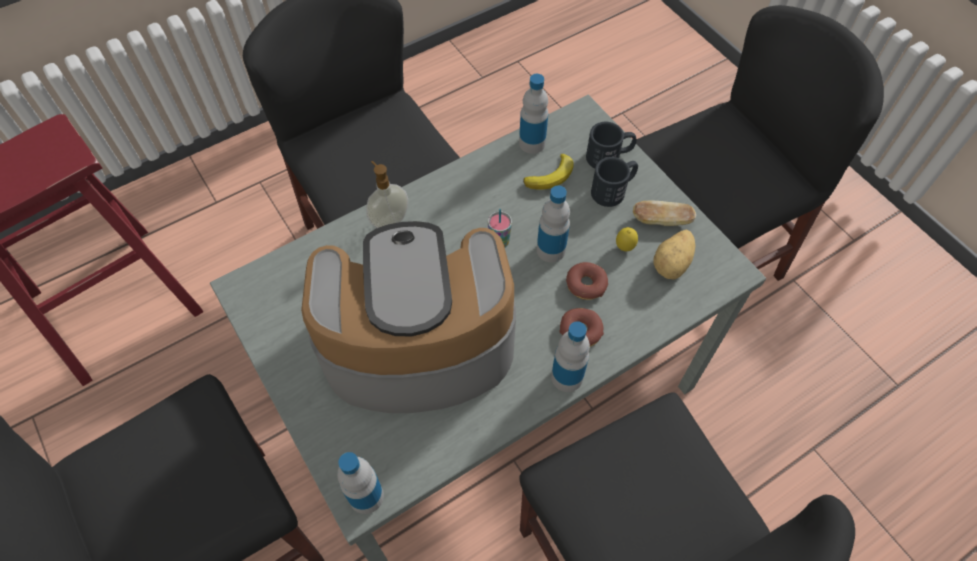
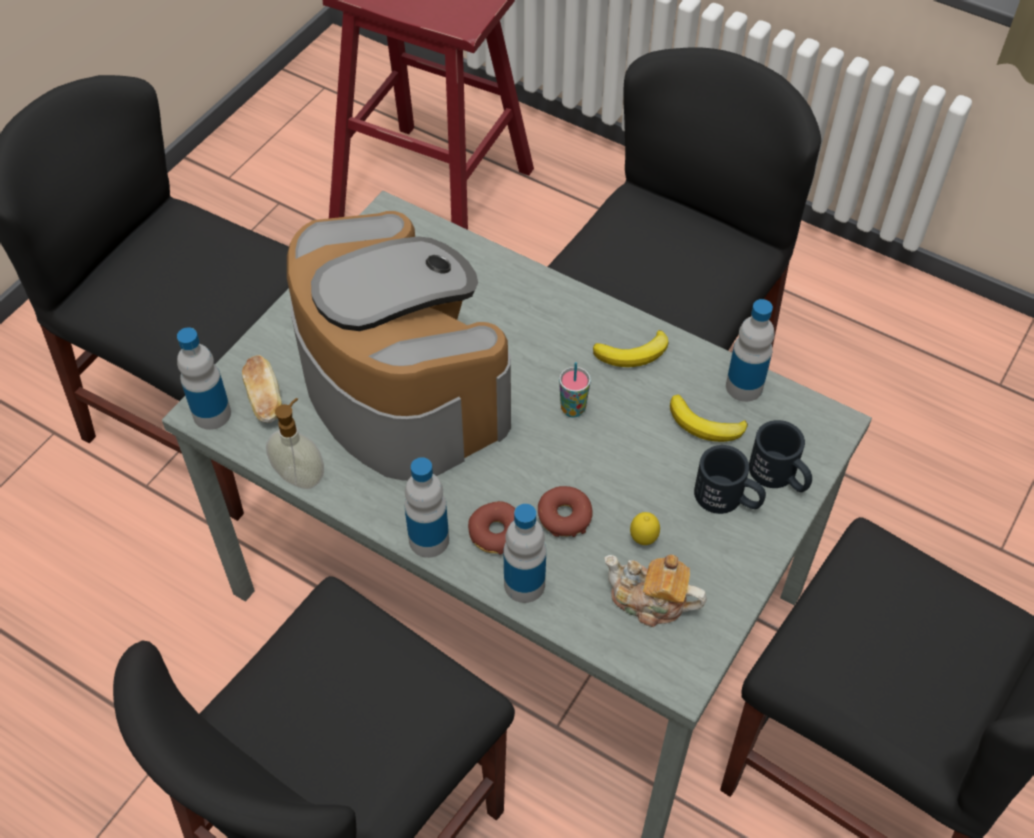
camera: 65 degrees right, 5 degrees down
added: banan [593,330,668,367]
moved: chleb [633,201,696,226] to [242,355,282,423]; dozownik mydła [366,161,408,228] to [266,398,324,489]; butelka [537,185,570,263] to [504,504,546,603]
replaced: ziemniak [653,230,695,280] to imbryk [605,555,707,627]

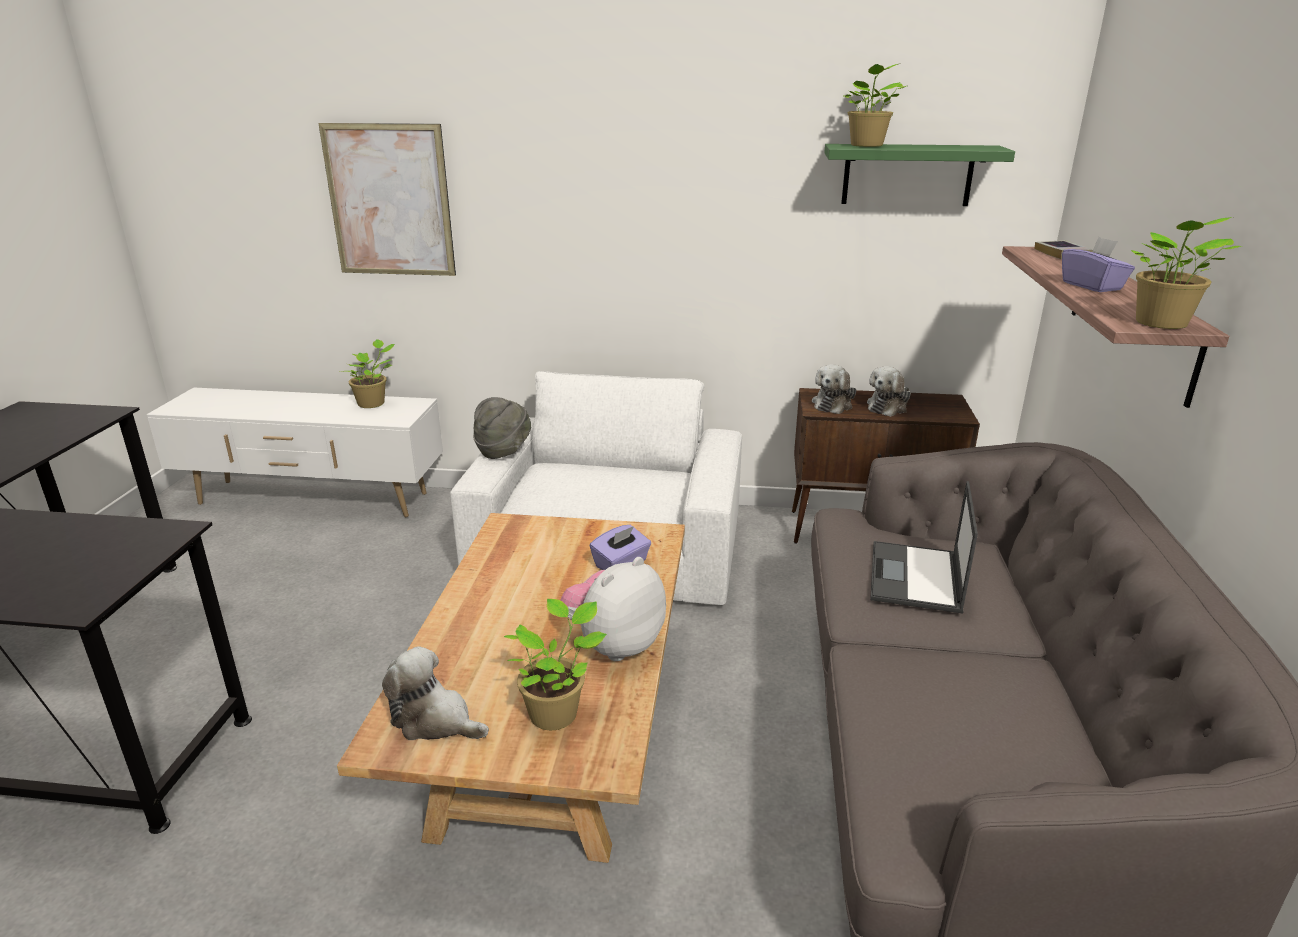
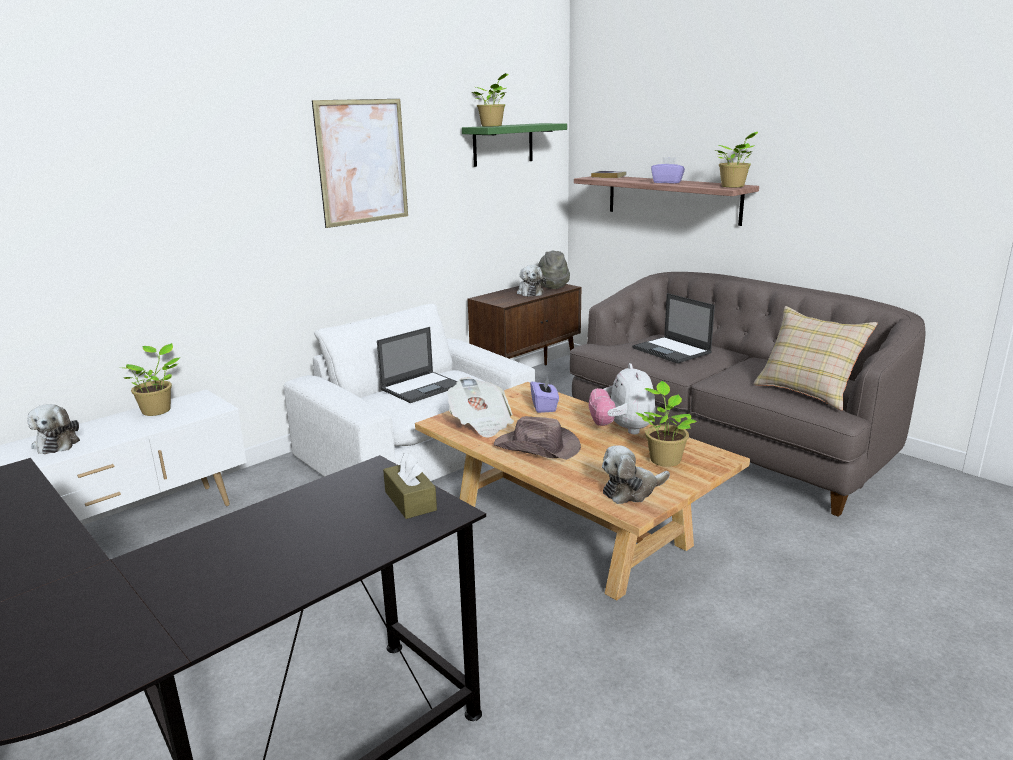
camera: 50 degrees left, 5 degrees down
added: laptop [377,327,457,403]; pudełko chusteczek [brązowy] [383,453,437,519]; gazeta [447,377,514,438]; kapelusz [brązowy] [494,416,581,460]; poduszka [beżowy] [754,306,878,410]
moved: pluszak [812,364,856,414] to [27,404,80,454]; obraz [318,123,456,276] to [312,99,408,228]; kapelusz [szary] [473,397,531,459] to [538,250,570,289]

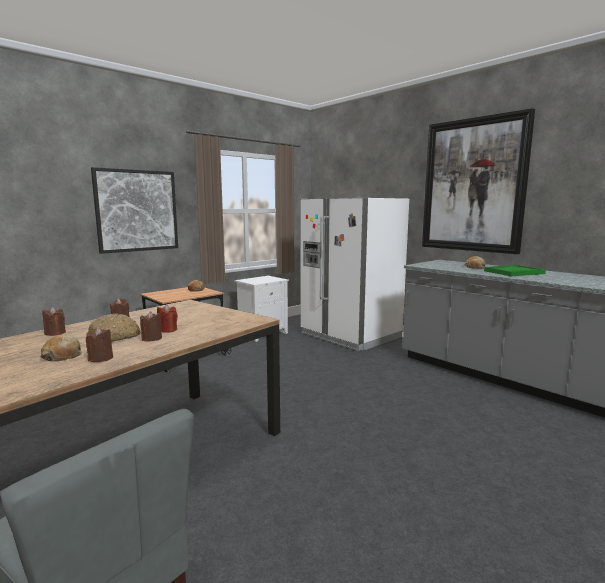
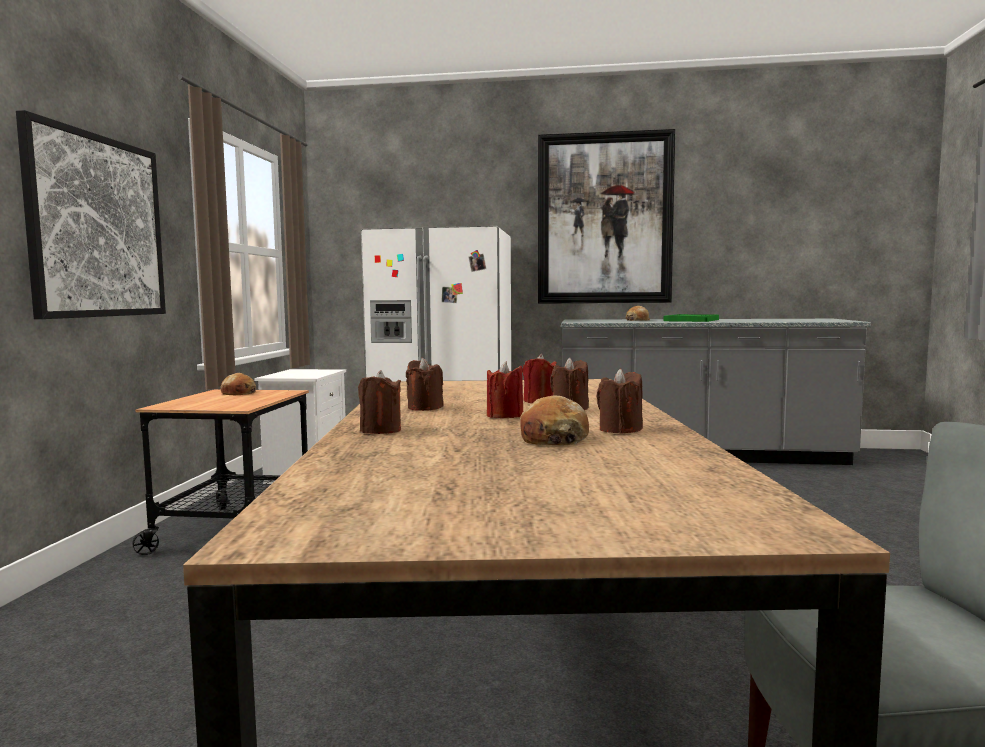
camera: 40 degrees left, 5 degrees down
replaced: chleb [88,313,141,342] to świeca [czerwony] [487,362,523,418]

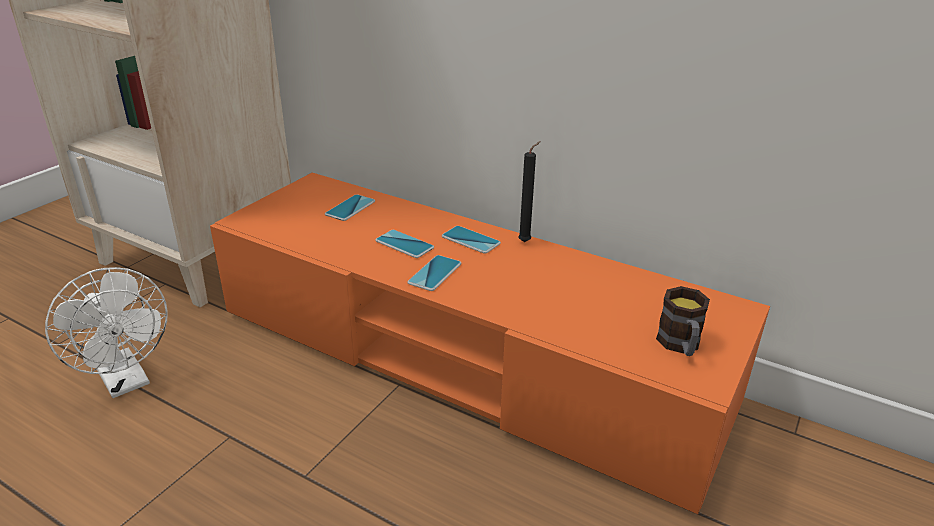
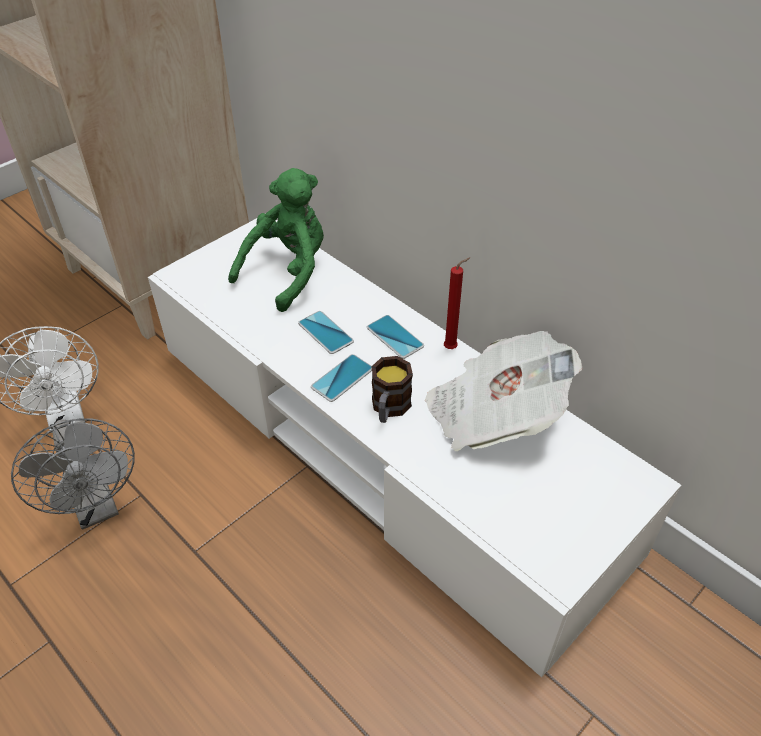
camera: 15 degrees right, 15 degrees up
added: wentylator [szary] [11,418,135,530]; gazeta [425,331,582,451]
moved: kubek [656,286,710,356] to [371,356,413,423]
replaced: telefon [325,194,375,221] to pluszak [zielony] [228,168,324,312]
recoloured: szafka pod telewizor [pomarańczowy] [210,173,770,514] to szafka pod telewizor [biały] [148,218,681,677]; świeca [czarny] [518,141,541,242] to świeca [czerwony] [444,257,470,349]

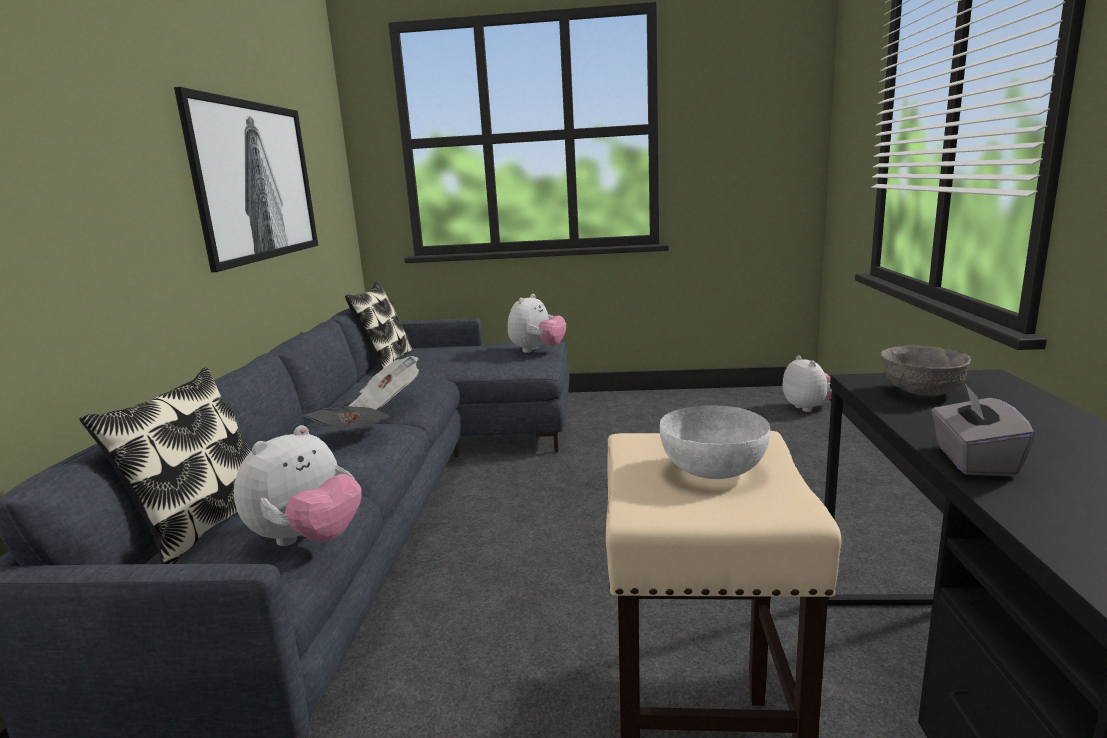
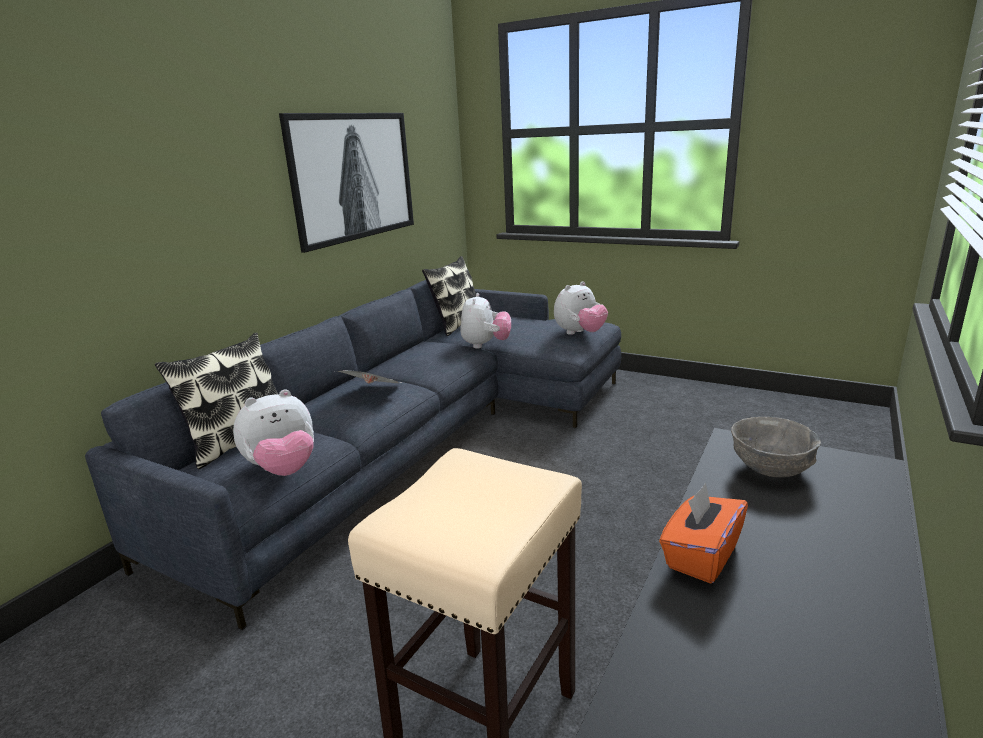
camera: 25 degrees right, 5 degrees up
removed: gazeta [348,356,419,410]; miska [biały] [660,405,770,479]
moved: pluszak [782,355,832,412] to [460,293,511,349]
recoloured: pudełko chusteczek [szary] [931,384,1035,476] to pudełko chusteczek [pomarańczowy] [659,483,748,584]

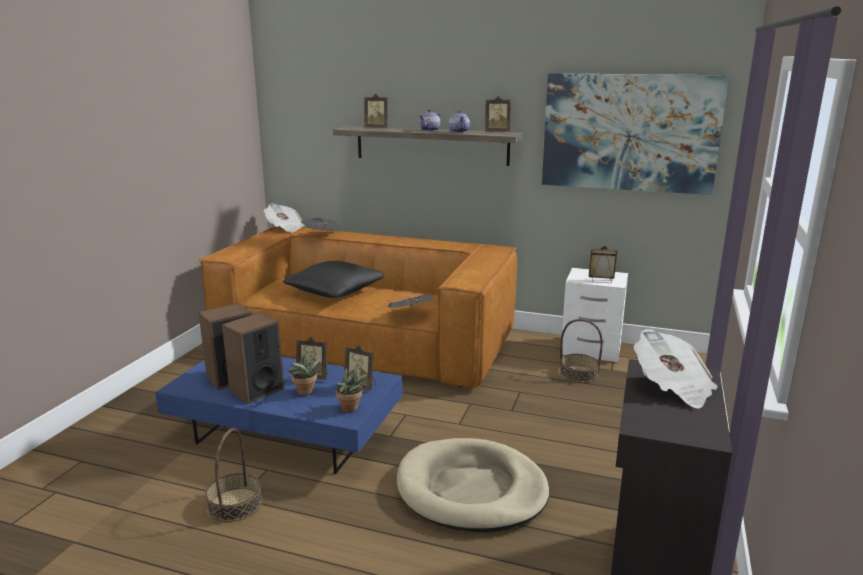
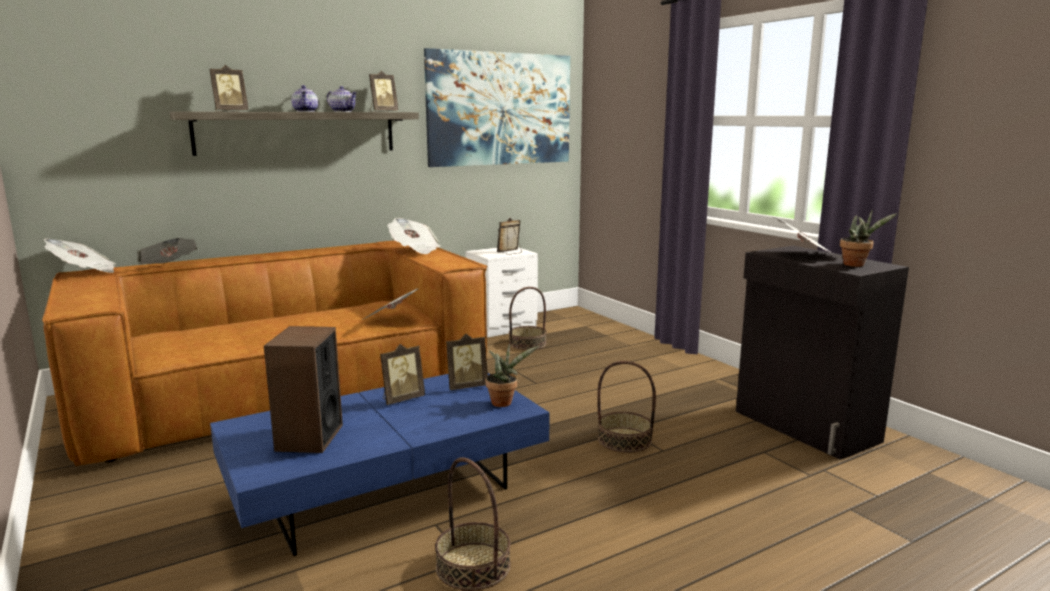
camera: 50 degrees left, 5 degrees down
removed: głośnik [222,312,284,404]; poduszka [czarny] [283,261,384,298]
added: gazeta [387,218,441,254]
moved: roślina doniczkowa [288,354,322,396] to [840,209,897,267]
replaced: legowisko [beżowy] [397,438,550,532] to koszyk [597,361,656,453]

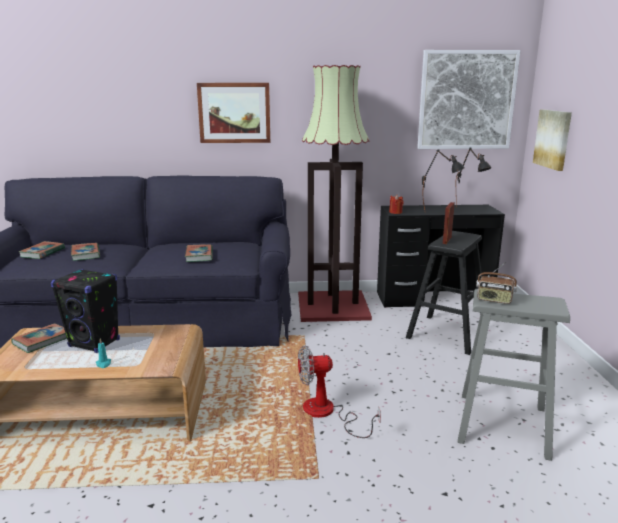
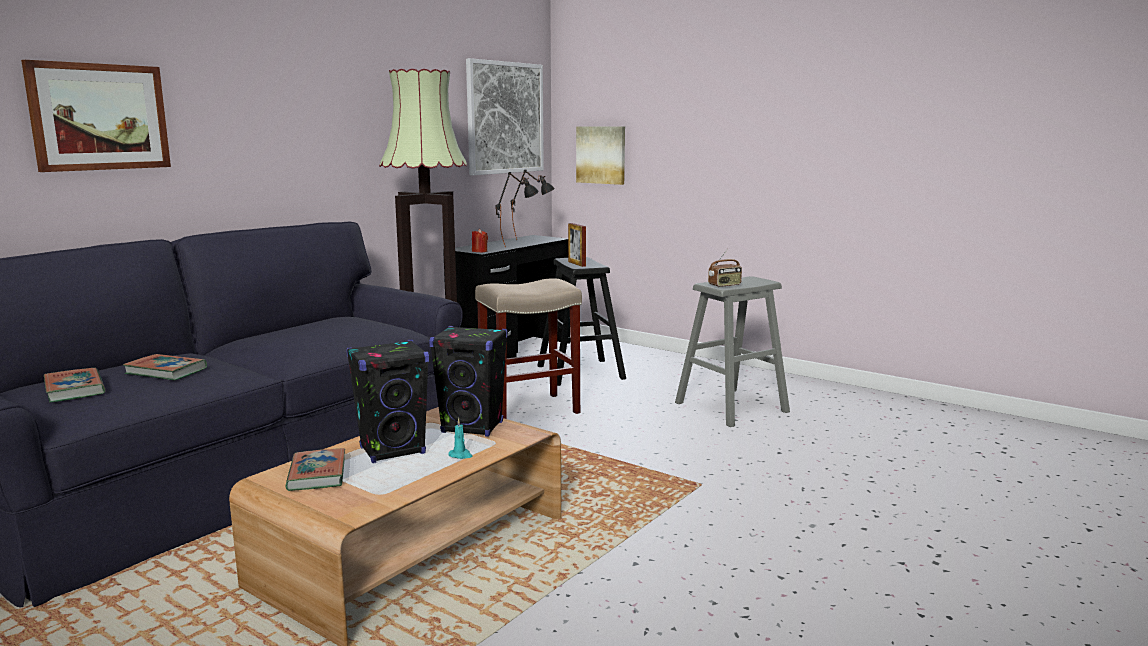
camera: 50 degrees left, 5 degrees down
removed: książka [185,244,213,262]; wentylator [298,345,381,438]
added: głośnik [czarny] [429,326,508,437]; stołek [beżowy] [475,278,582,419]
moved: obraz [197,83,270,143] to [21,60,171,172]

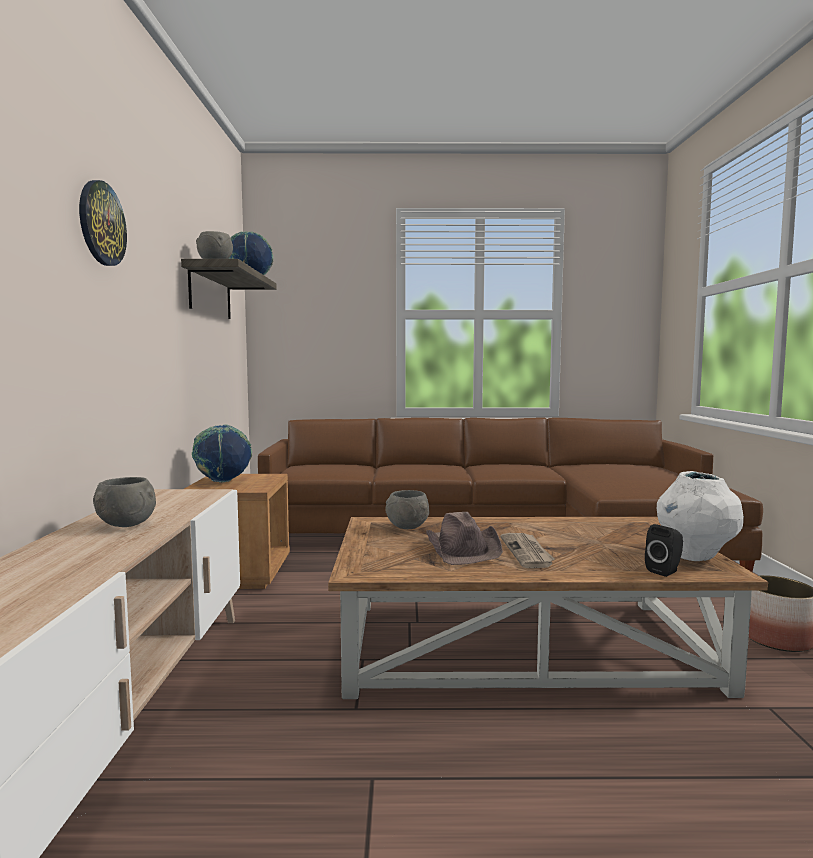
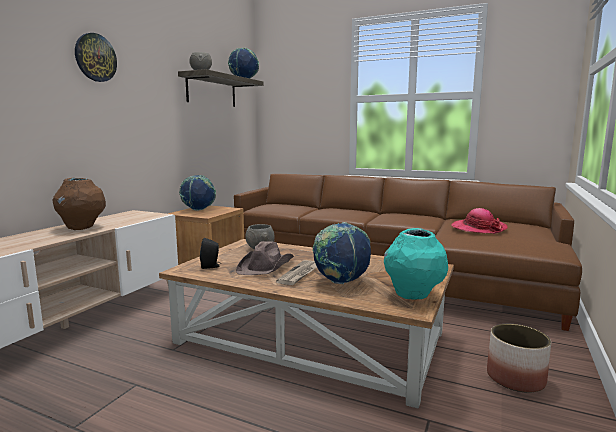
camera: 25 degrees right, 5 degrees up
added: globus [313,222,371,284]; kapelusz [451,208,508,234]
moved: głośnik [czarny] [645,524,683,577] to [200,238,221,269]
replaced: miska [szary] [93,477,156,527] to wazon [brązowy] [52,178,106,230]
recoloured: wazon [biały] [657,471,744,561] to wazon [turkusowy] [384,228,448,300]

